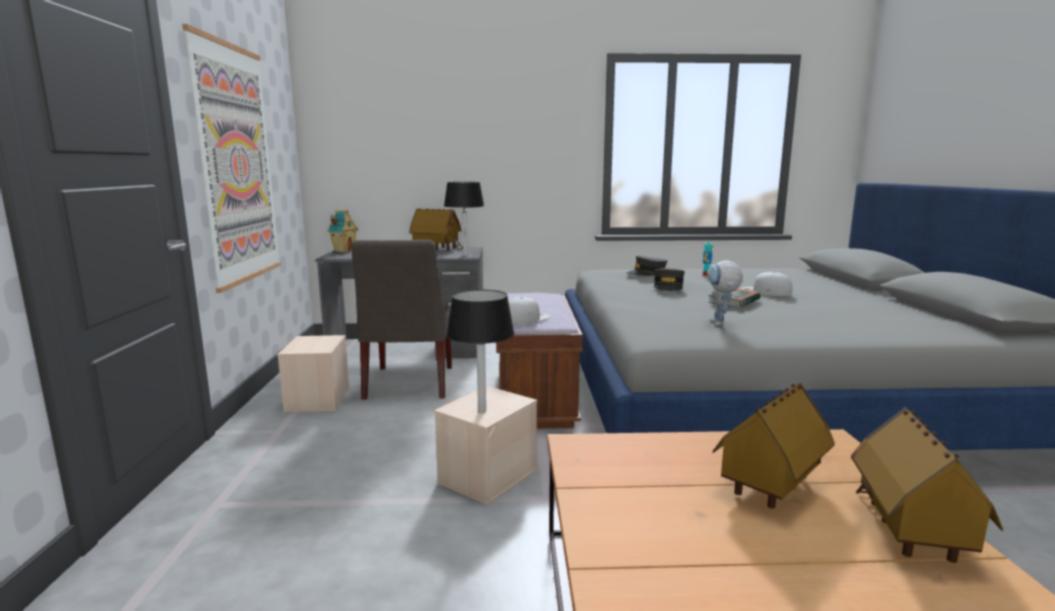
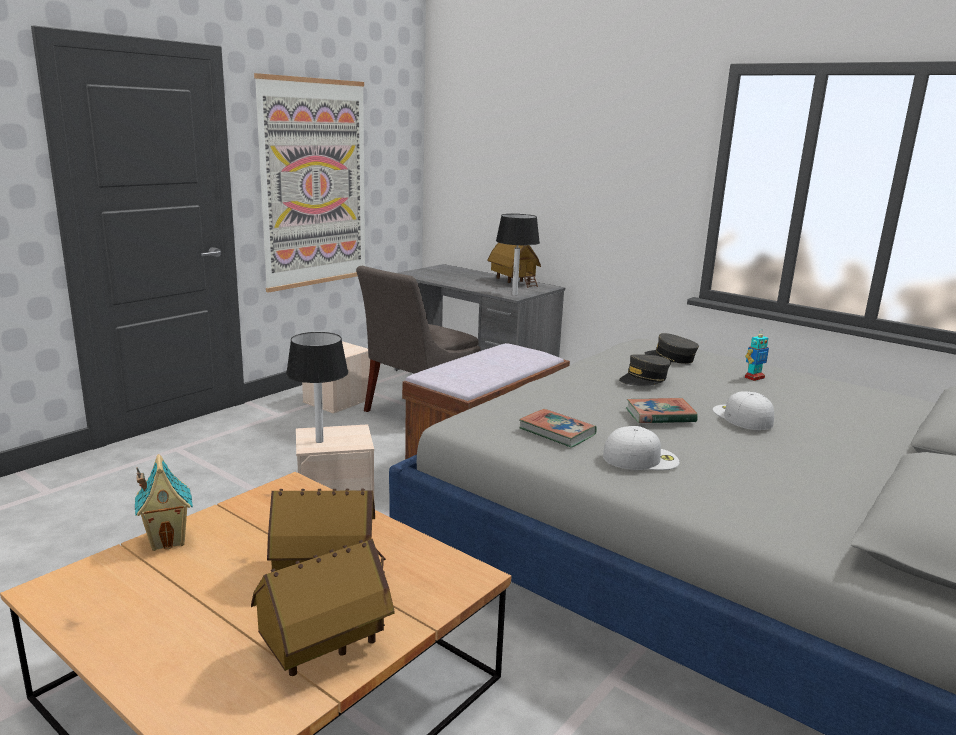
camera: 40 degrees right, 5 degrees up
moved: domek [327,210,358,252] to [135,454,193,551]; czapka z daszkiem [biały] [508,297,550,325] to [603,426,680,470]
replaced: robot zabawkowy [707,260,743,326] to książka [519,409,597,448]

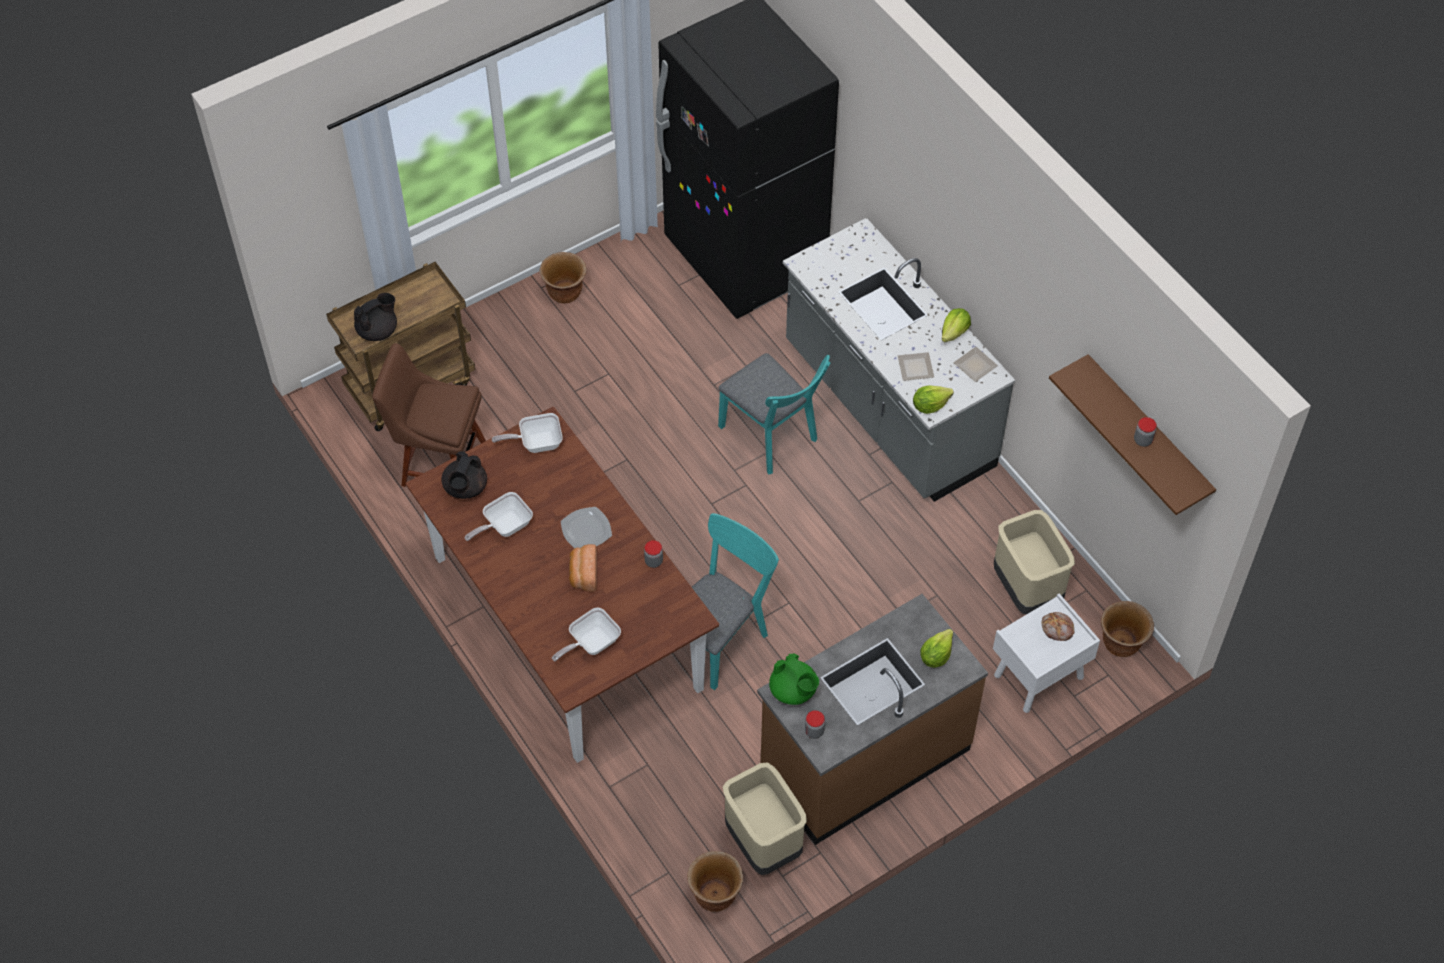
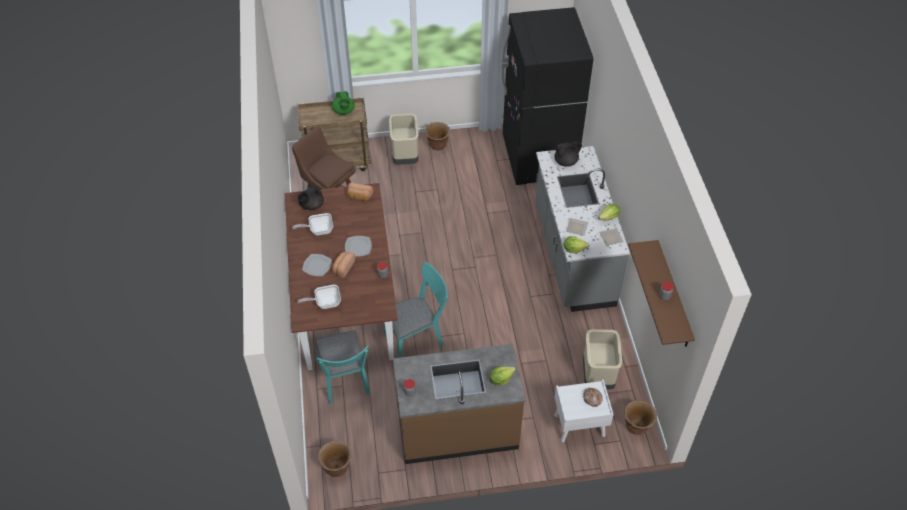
camera: 25 degrees right, 5 degrees down
added: talerz [302,254,332,276]
moved: krzesło [turkusowy] [718,353,830,475] to [315,330,370,404]; imbryk [zielony] [769,653,819,705] to [332,91,355,115]; kosz na śmieci [beżowy] [723,762,807,875] to [389,113,419,165]; imbryk [czarny] [354,293,397,341] to [554,141,582,167]
replaced: patelnia [492,413,563,453] to chleb [347,183,373,201]

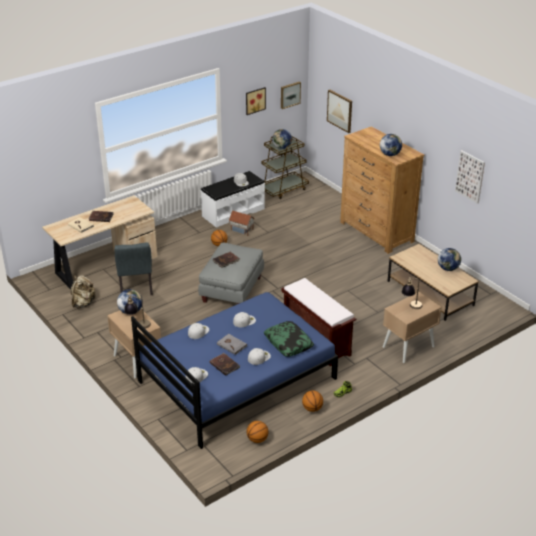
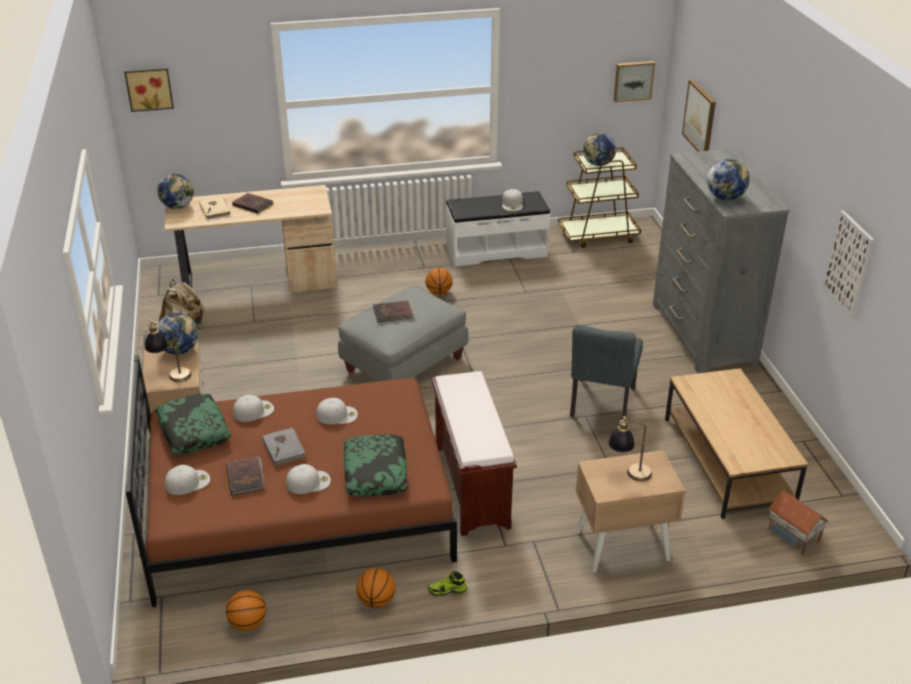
camera: 25 degrees right, 0 degrees up
added: poduszka [155,394,231,454]
moved: obraz [246,87,266,115] to [124,68,174,112]; globus [438,248,461,271] to [157,174,194,209]; krzesło [szary] [114,242,153,295] to [570,325,643,419]; domek [229,211,255,236] to [769,490,829,555]
recoloured: łóżko [niebieski] [131,292,338,449] to łóżko [brązowy] [126,354,457,607]; komoda [brązowy] [340,126,424,254] to komoda [szary] [653,149,790,373]

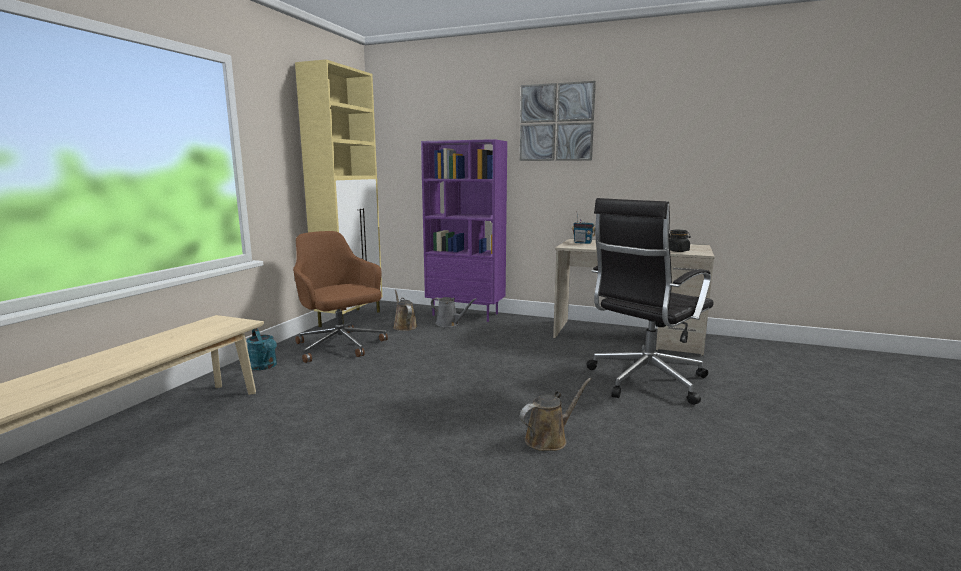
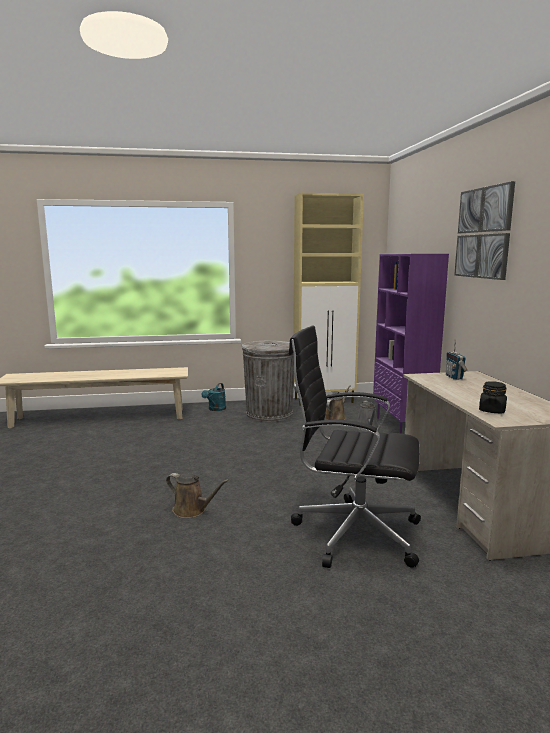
camera: 60 degrees right, 0 degrees up
replaced: krzesło biurowe [brązowy] [293,231,388,363] to kosz na śmieci [szary] [241,340,294,422]

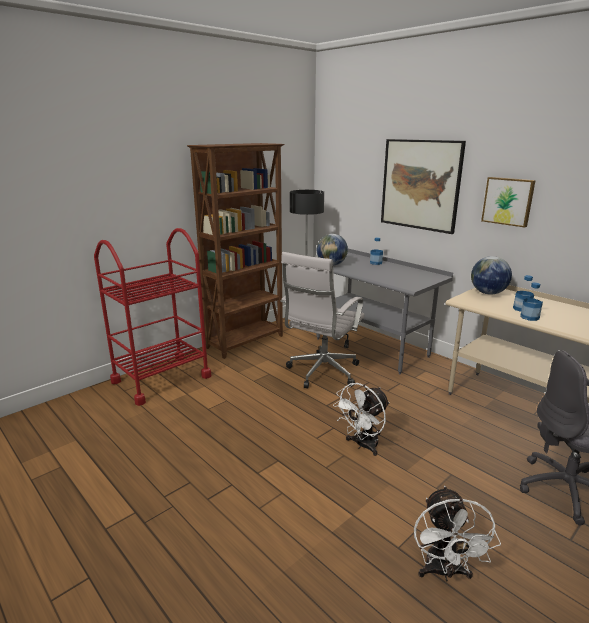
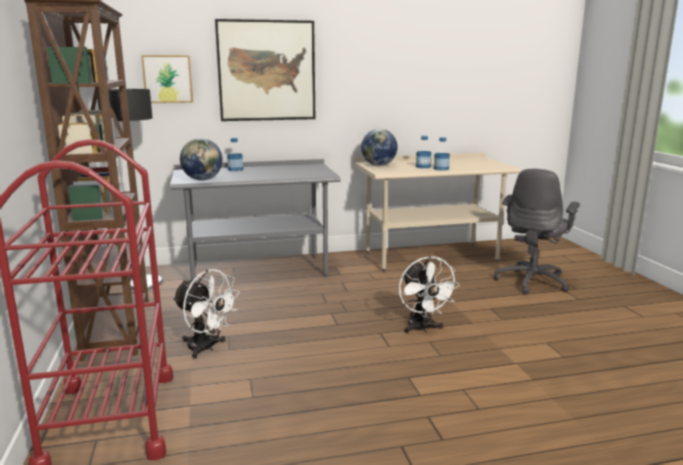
camera: 60 degrees left, 5 degrees down
removed: krzesło biurowe [biały] [280,252,365,388]
moved: obraz [481,177,536,228] to [141,55,193,103]; wentylator [biały] [414,486,501,581] to [173,269,240,359]

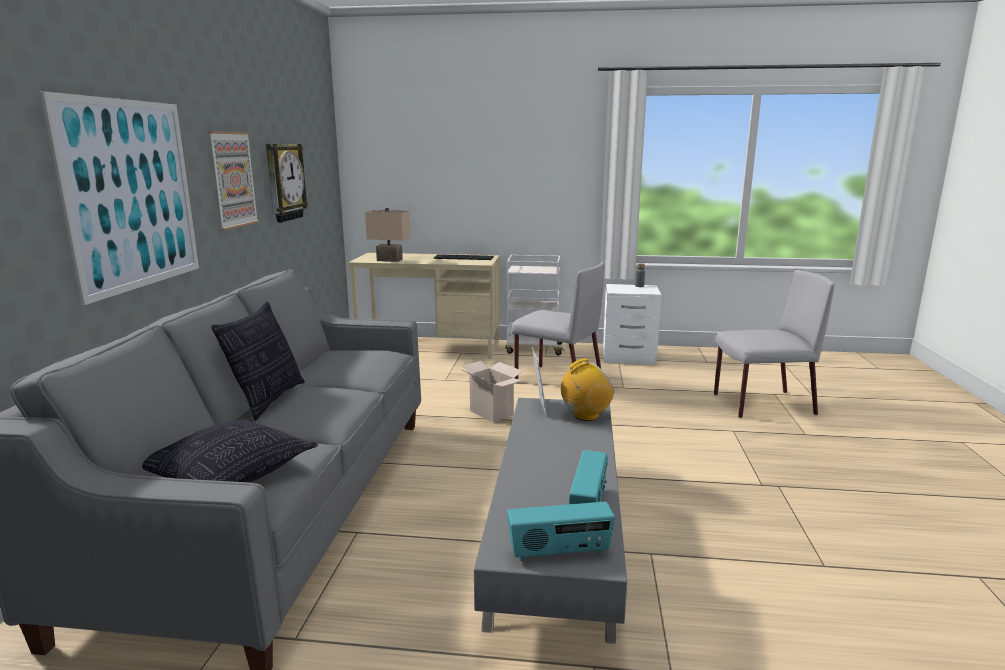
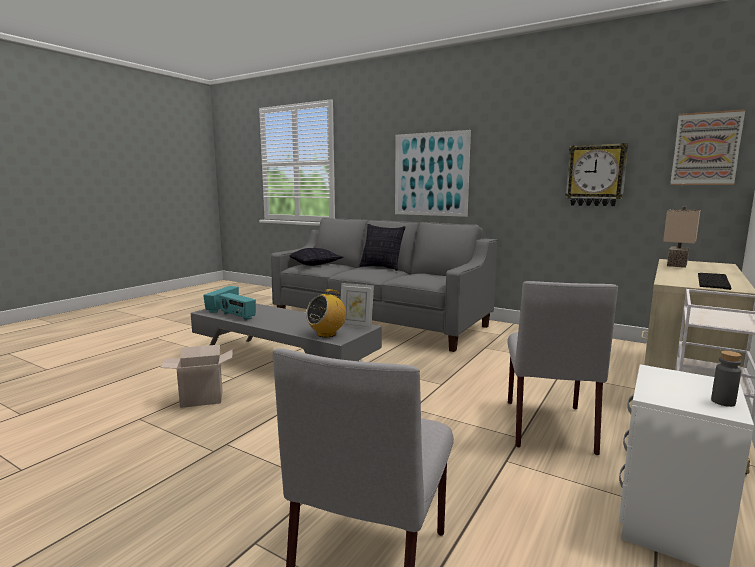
camera: 115 degrees right, 5 degrees down
moved: karton [461,361,523,422] to [161,345,233,408]; obraz [208,131,259,230] to [670,109,745,185]
turned: radio [561,358,615,421] = [306,289,346,337] 45 degrees clockwise; krzesło [szary] [511,262,605,383] = [507,281,618,455] 45 degrees counterclockwise

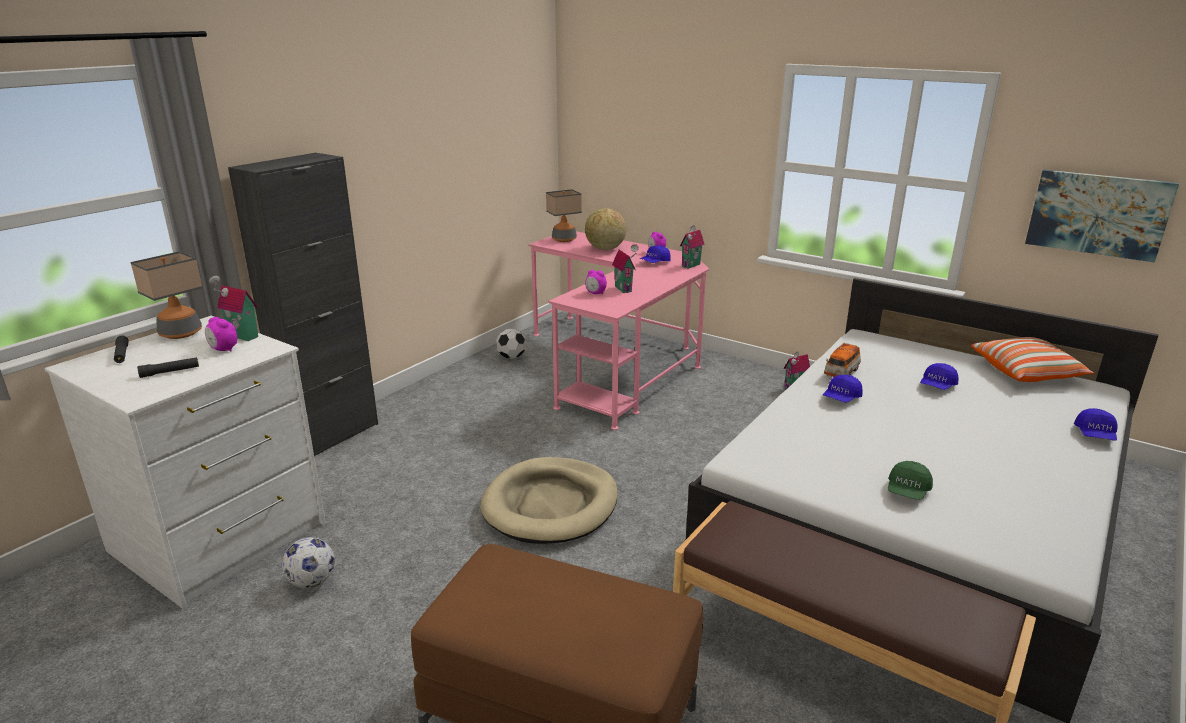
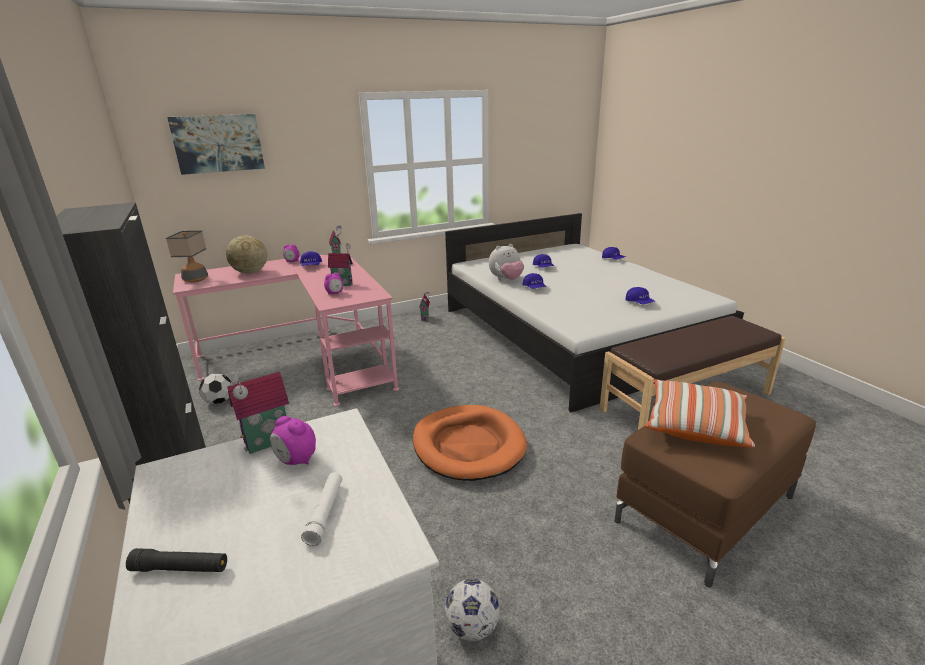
camera: 60 degrees left, 0 degrees up
removed: lampa stołowa [130,251,203,339]
moved: obraz [1025,170,1179,263] to [167,114,265,175]; poduszka [971,337,1095,382] to [645,379,755,448]
replaced: samochodzik [824,342,861,377] to pluszak [489,244,524,280]
recoloured: latarka [czarny] [137,357,199,378] to latarka [biały] [301,472,342,546]; legowisko [beżowy] [481,457,618,544] to legowisko [pomarańczowy] [413,405,527,481]; czapka z daszkiem [zielony] [888,461,933,500] to czapka z daszkiem [niebieski] [625,287,655,304]
turned: budzik [205,317,237,351] = [270,416,316,465] 60 degrees clockwise

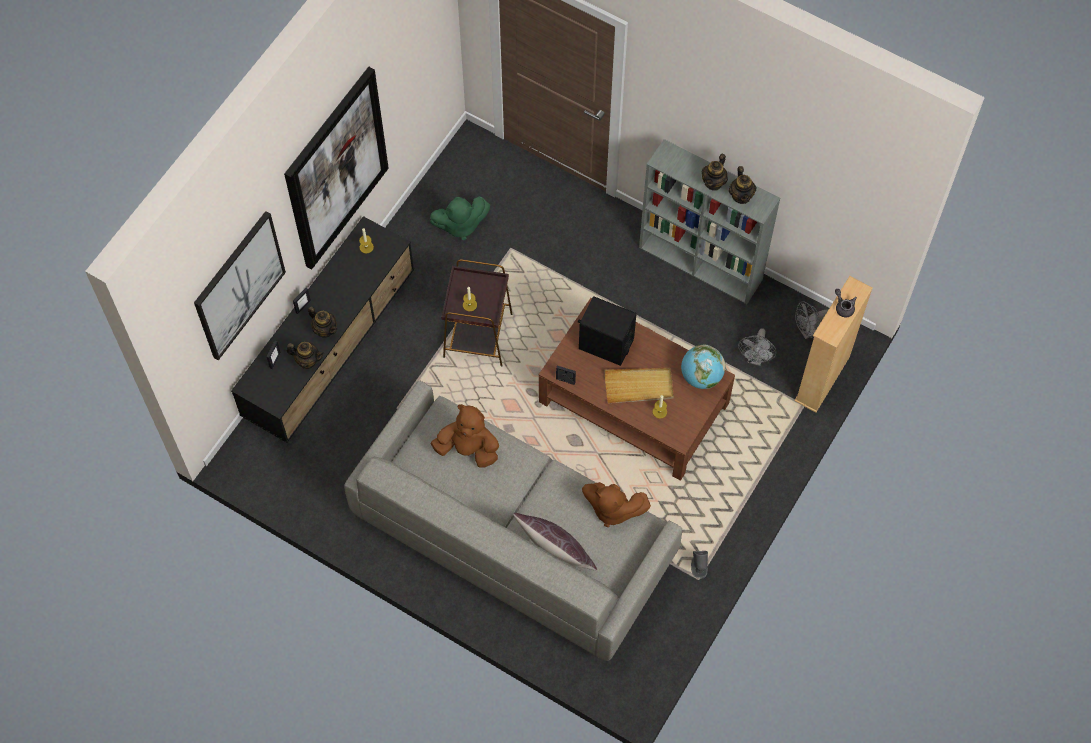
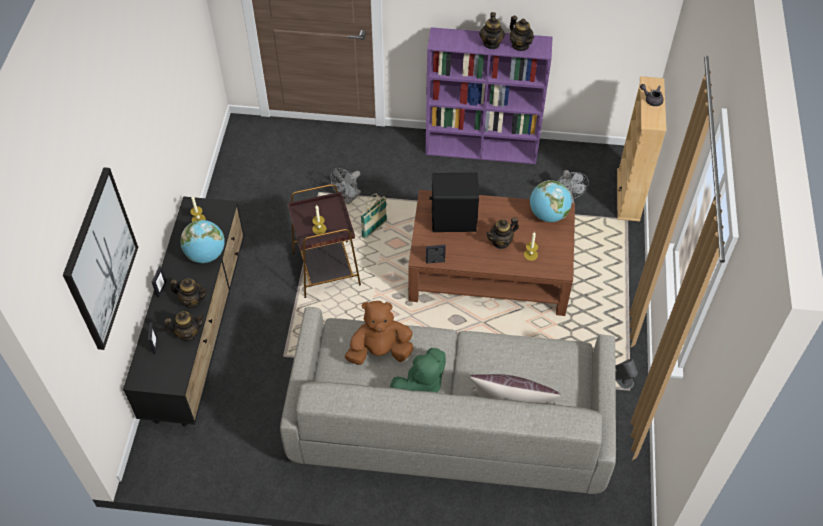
camera: 25 degrees left, 10 degrees down
removed: obraz [284,67,389,270]; pluszak [brązowy] [582,482,651,527]
added: globus [181,220,225,263]; koszyk [361,193,387,239]
moved: wentylator [szary] [795,301,828,339] to [331,168,361,205]; pluszak [zielony] [430,197,490,240] to [390,348,446,393]
replaced: taca [beżowy] [604,368,674,403] to imbryk [486,217,519,249]
recoloured: regał [szary] [639,139,780,304] to regał [fioletowy] [425,27,553,164]

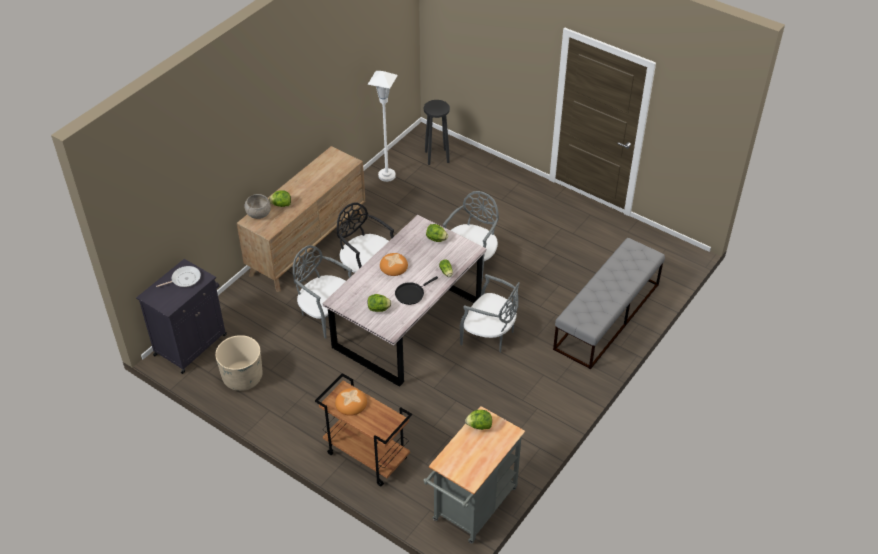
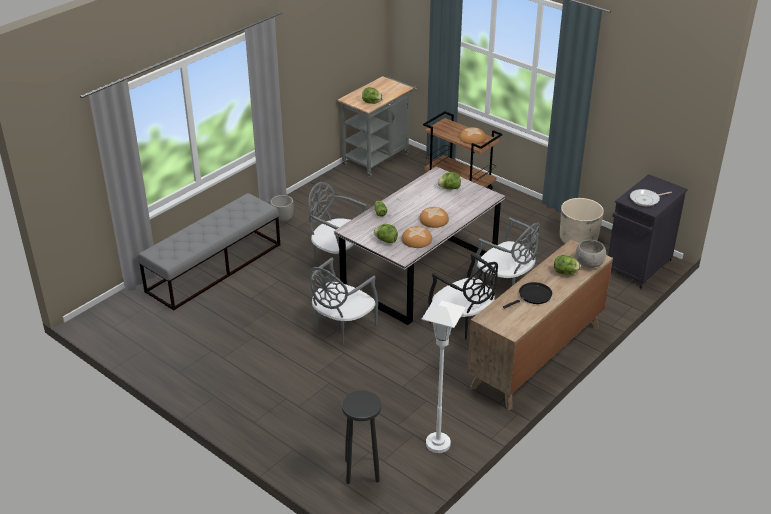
camera: 175 degrees left, 10 degrees down
added: donica [270,195,293,223]; chleb [402,226,432,248]
moved: patelnia [czarny] [395,276,438,305] to [503,282,552,309]

